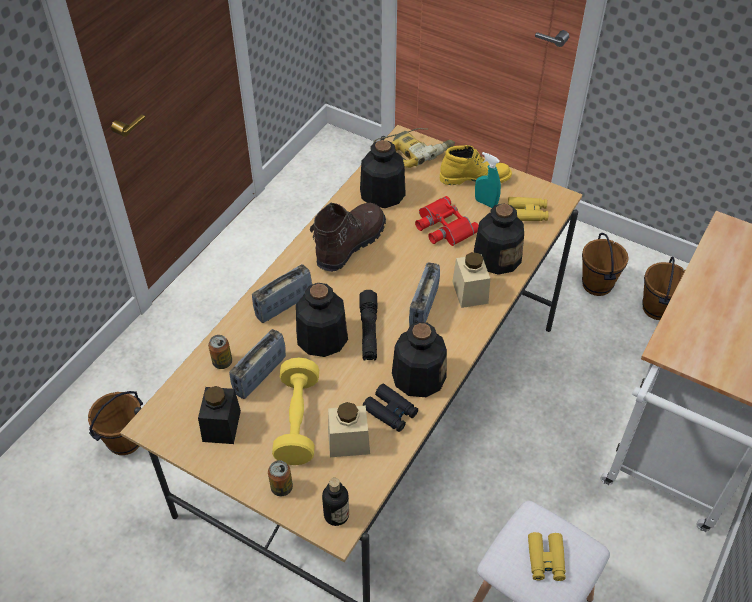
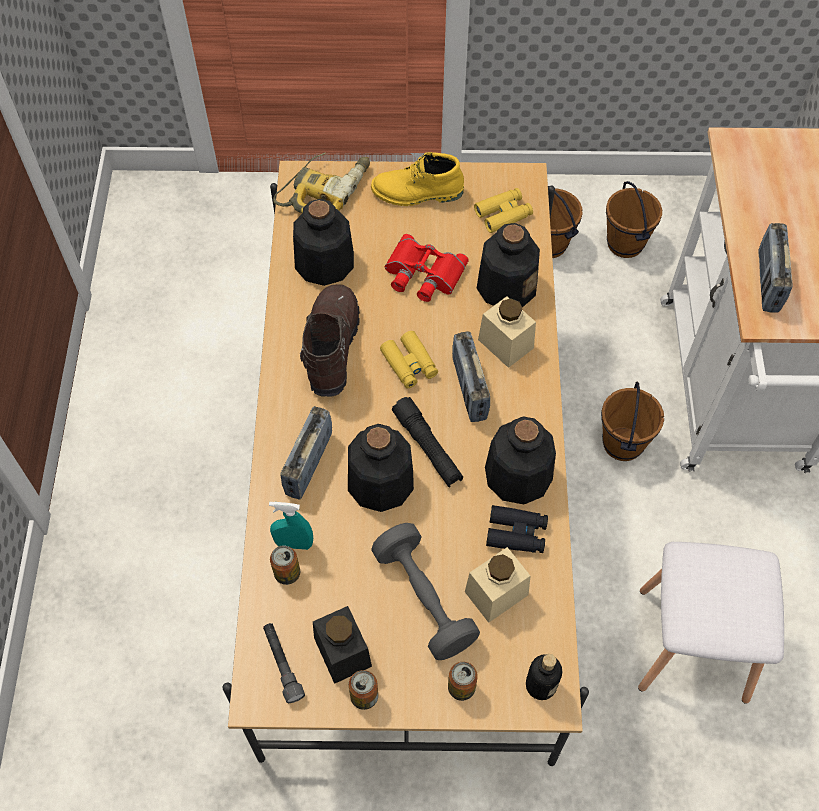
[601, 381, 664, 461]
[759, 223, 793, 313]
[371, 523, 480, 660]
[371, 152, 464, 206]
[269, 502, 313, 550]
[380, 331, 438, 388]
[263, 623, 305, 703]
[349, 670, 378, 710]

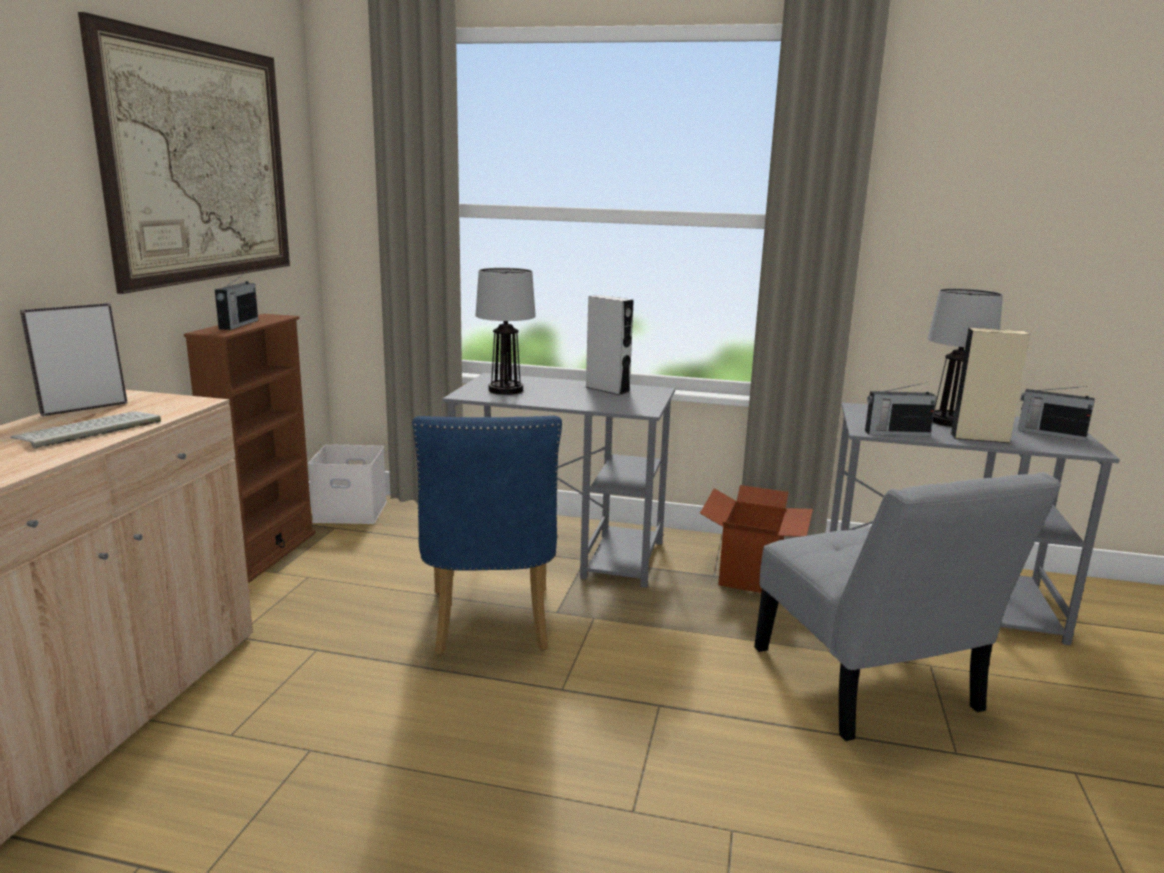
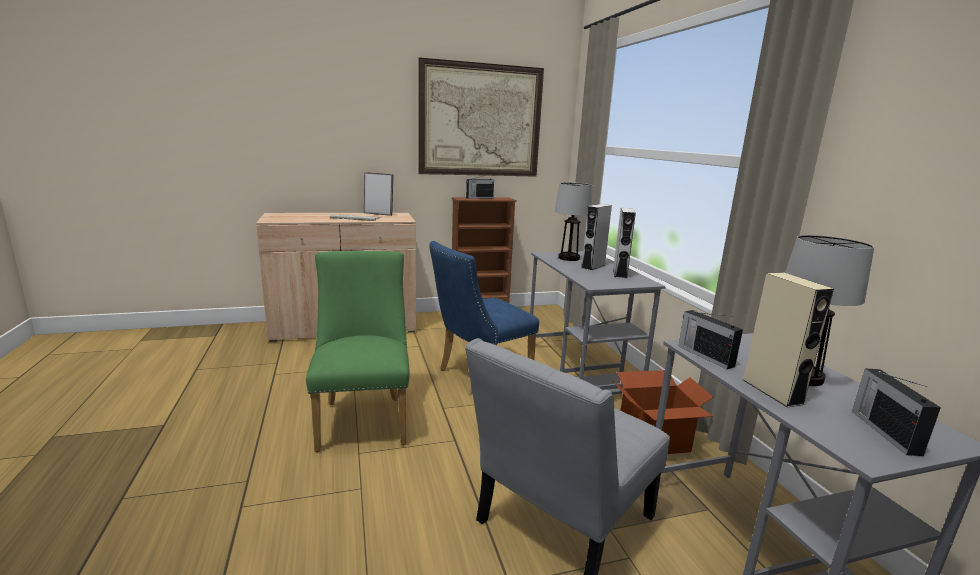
[308, 444, 387, 524] (first image)
[306, 251, 410, 452]
[581, 204, 612, 270]

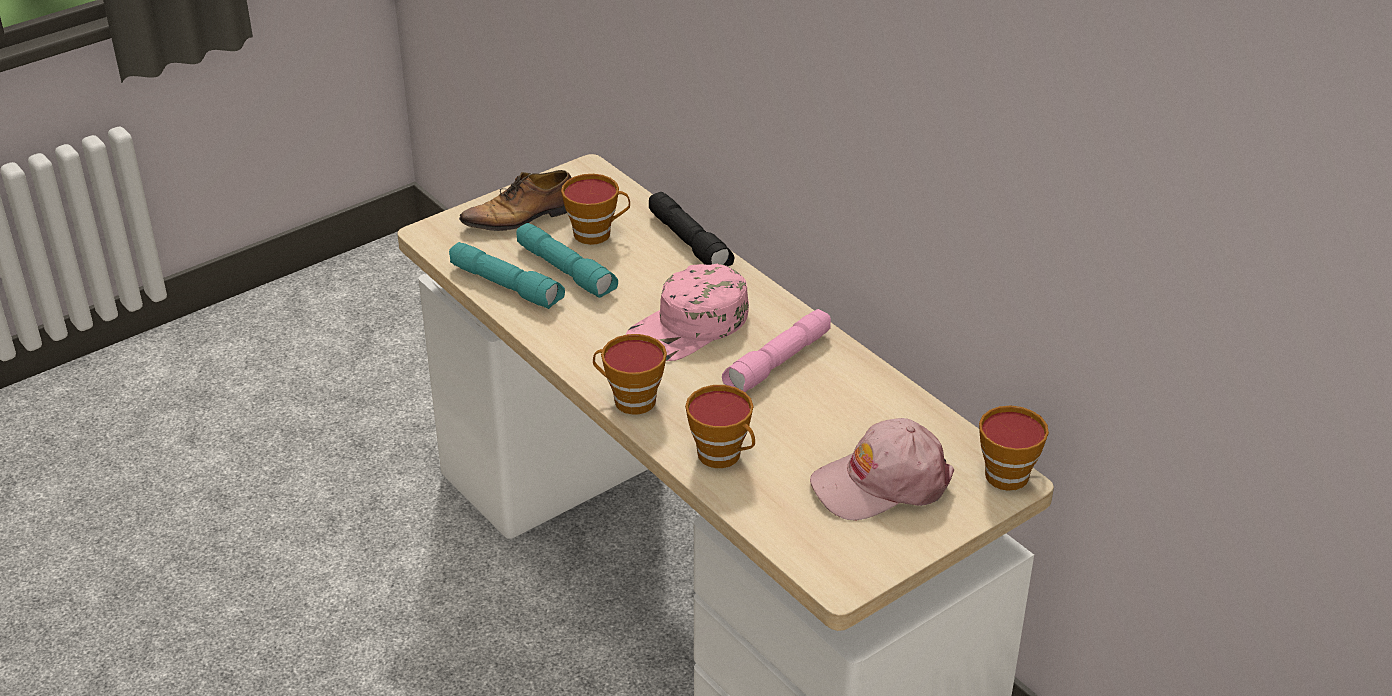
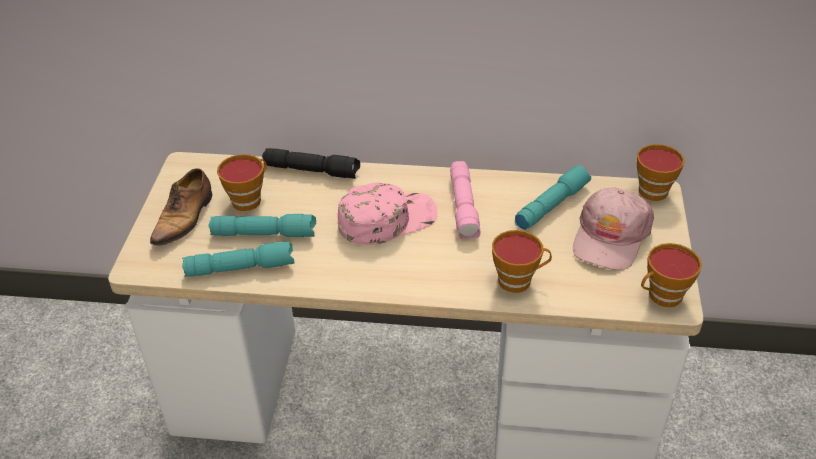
[641, 243, 702, 307]
[338, 183, 437, 245]
[515, 165, 591, 230]

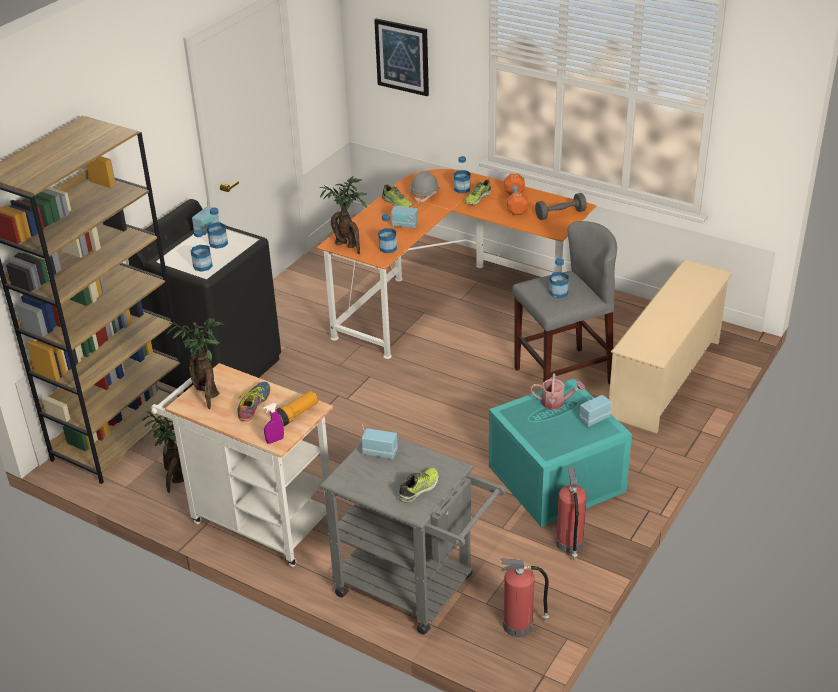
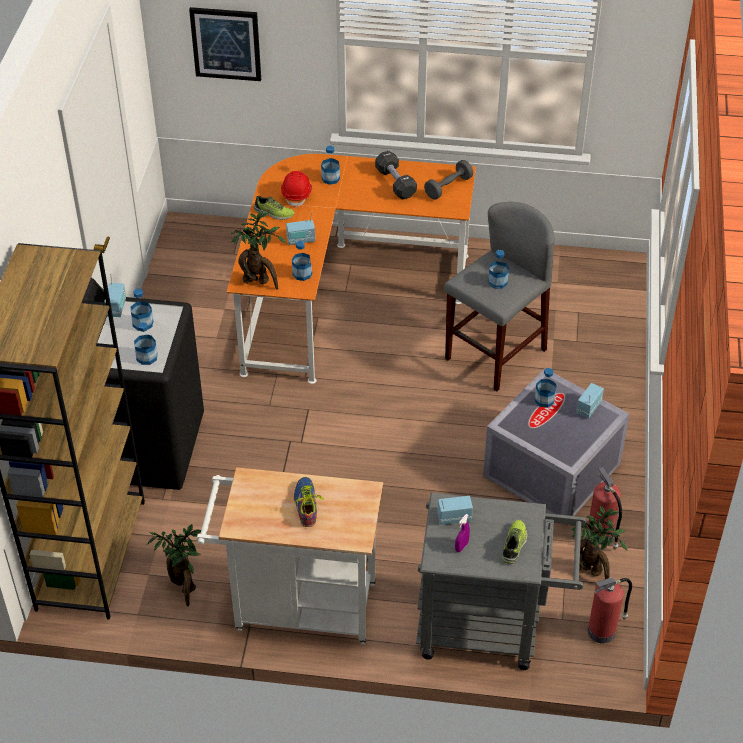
[572, 506, 627, 579]
[455, 514, 470, 552]
[276, 391, 318, 427] (first image)
[281, 171, 312, 208]
[465, 180, 491, 205] (first image)
[483, 368, 630, 525]
[375, 151, 417, 200]
[535, 368, 557, 408]
[609, 260, 733, 433] (first image)

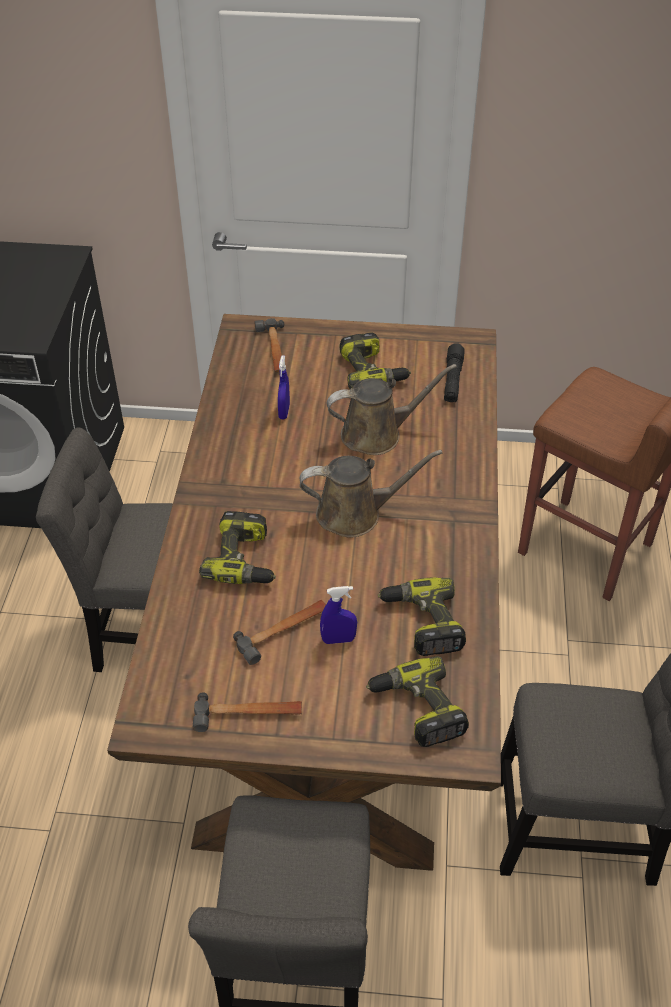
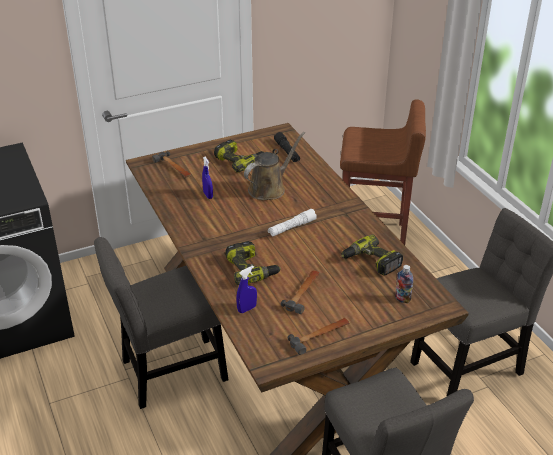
[268, 209, 317, 237]
[236, 266, 257, 313]
[395, 265, 413, 304]

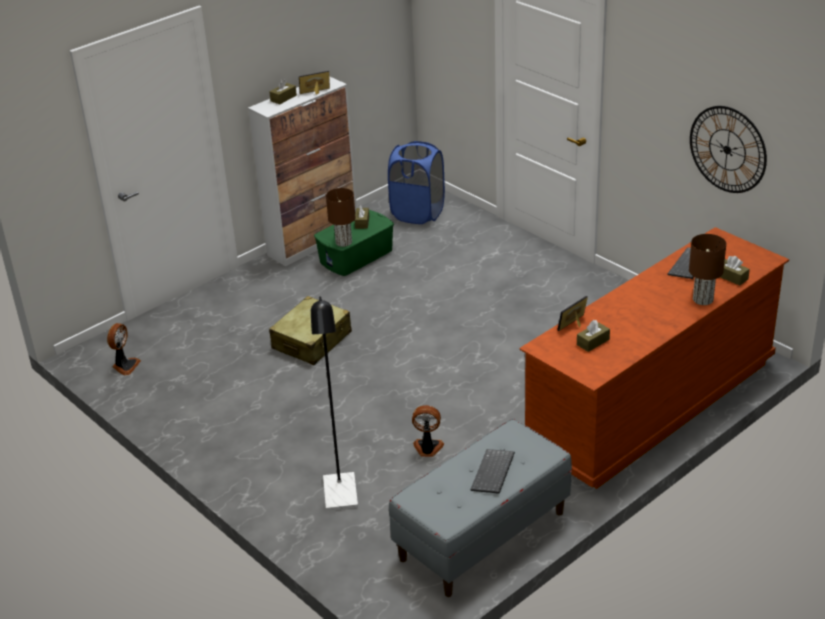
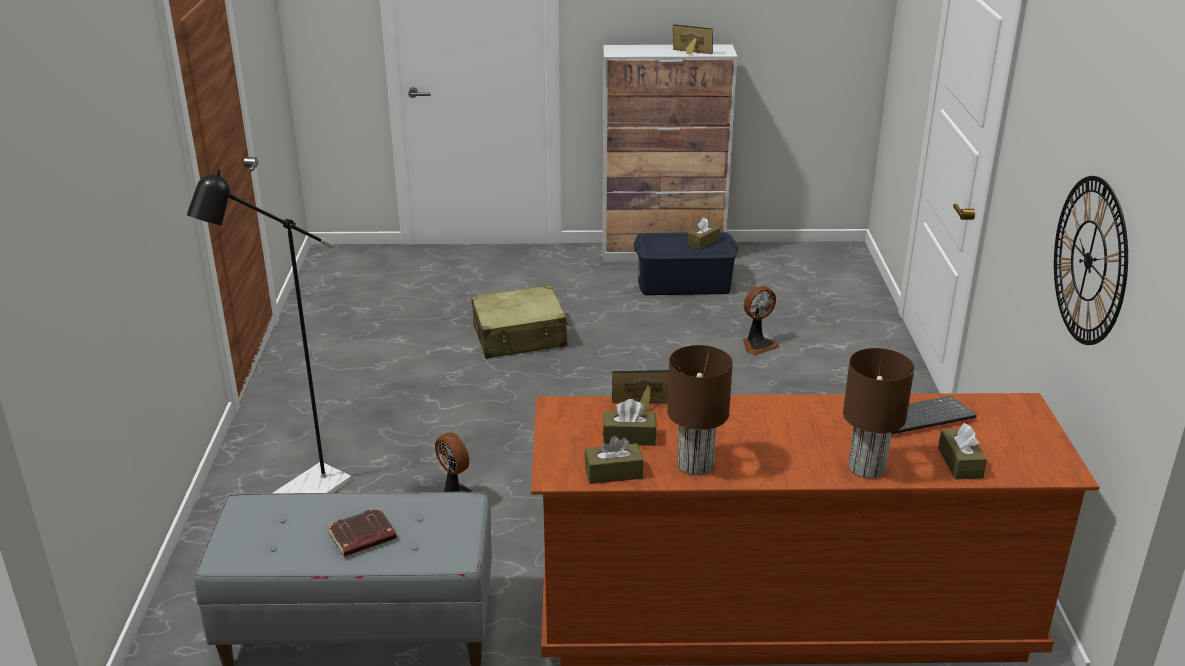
[743, 286, 779, 355]
[585, 436, 643, 484]
[634, 232, 738, 295]
[667, 345, 733, 475]
[388, 141, 445, 224] (first image)
[327, 508, 397, 557]

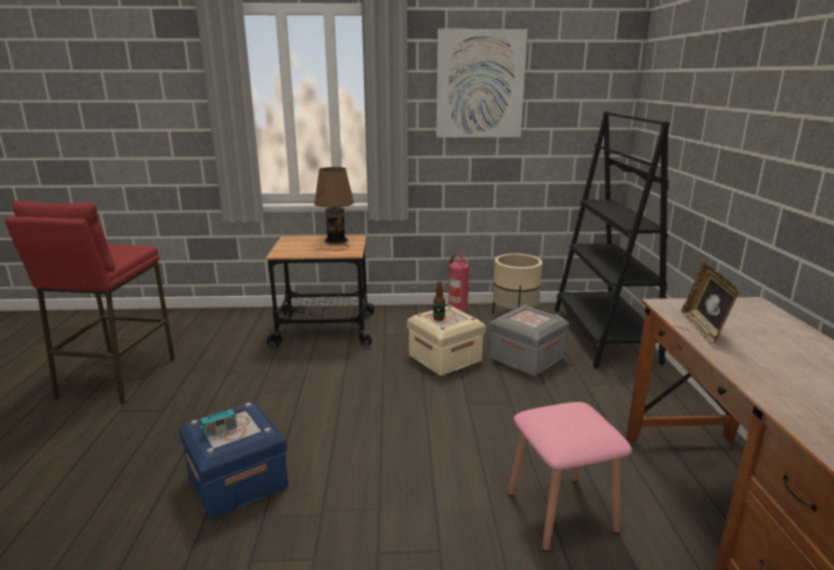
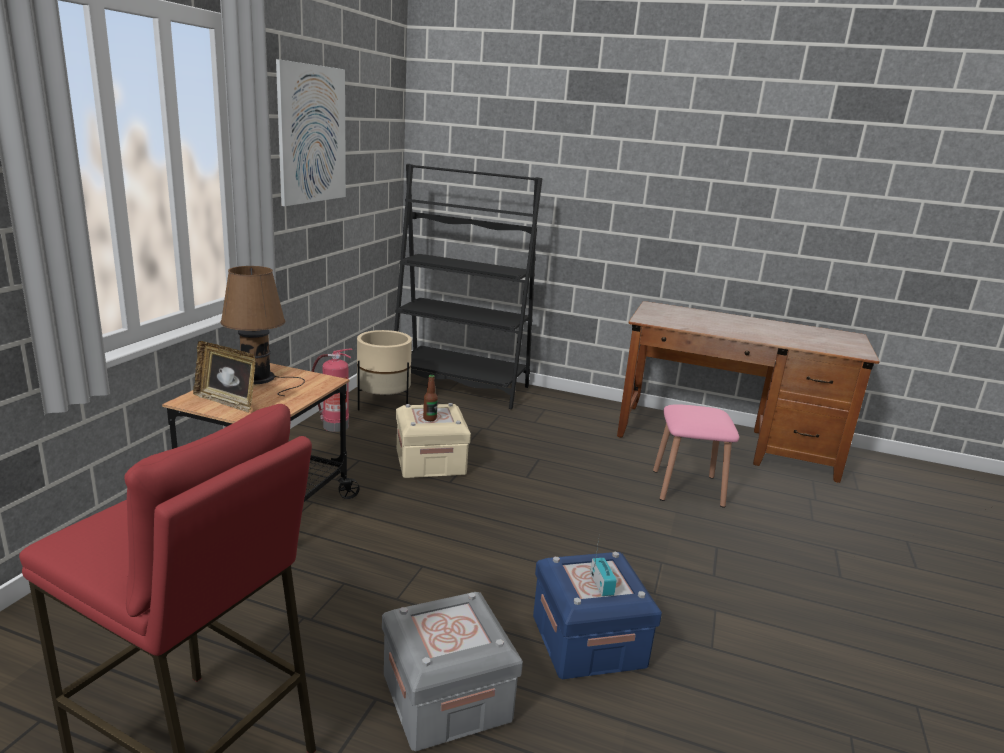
[382, 592, 523, 751]
[193, 341, 256, 413]

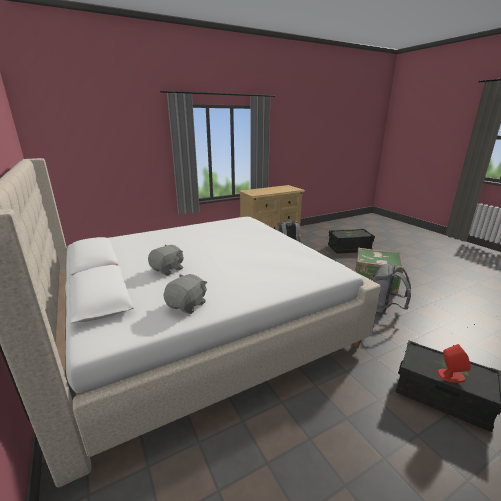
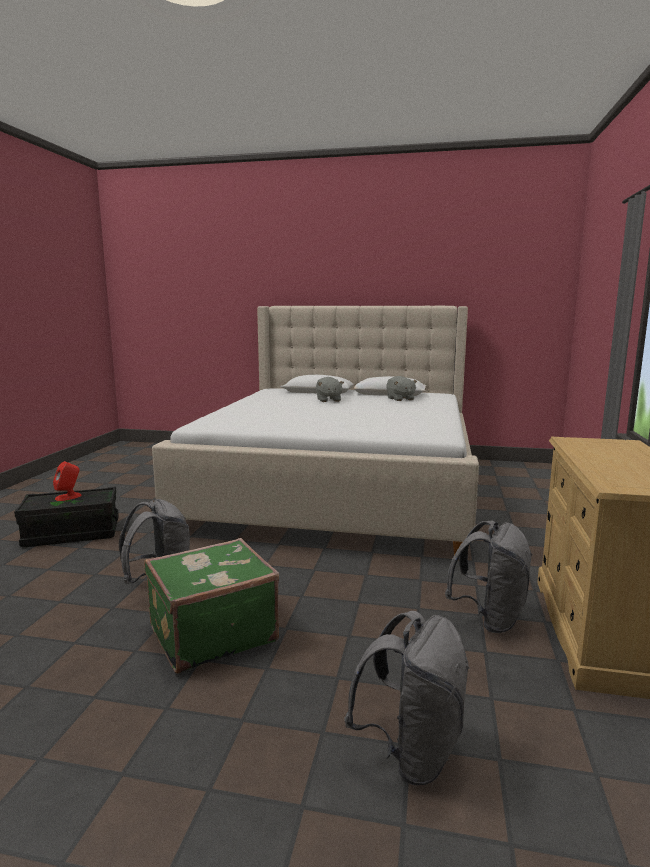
[386, 376, 417, 401]
[345, 611, 470, 786]

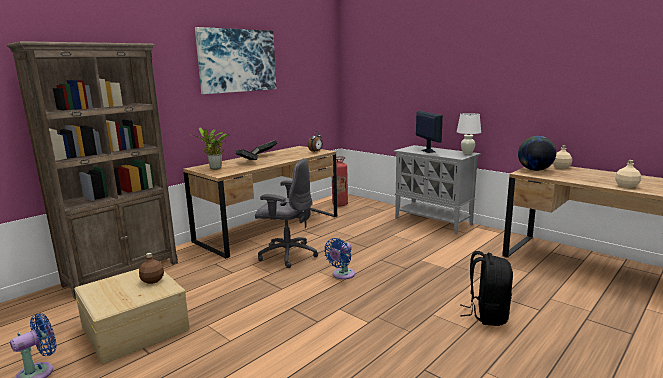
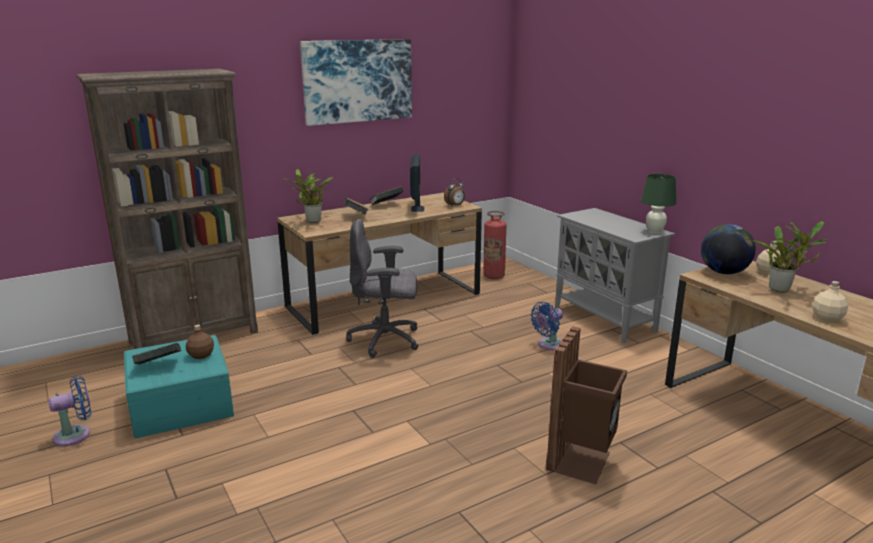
[124, 335, 234, 438]
[346, 219, 419, 358]
[531, 302, 563, 350]
[410, 154, 424, 212]
[641, 174, 676, 234]
[546, 326, 627, 484]
[132, 343, 182, 365]
[747, 221, 828, 293]

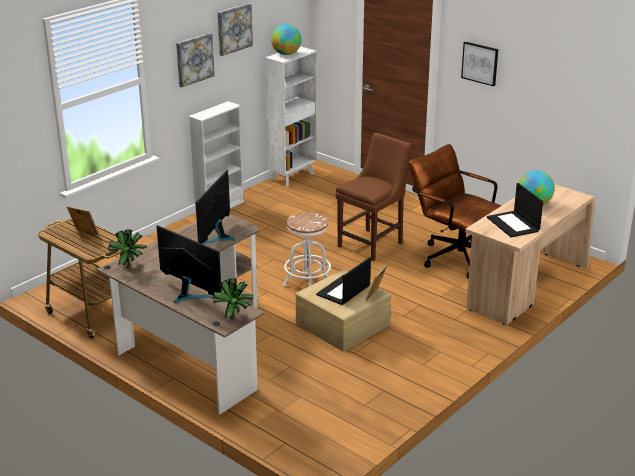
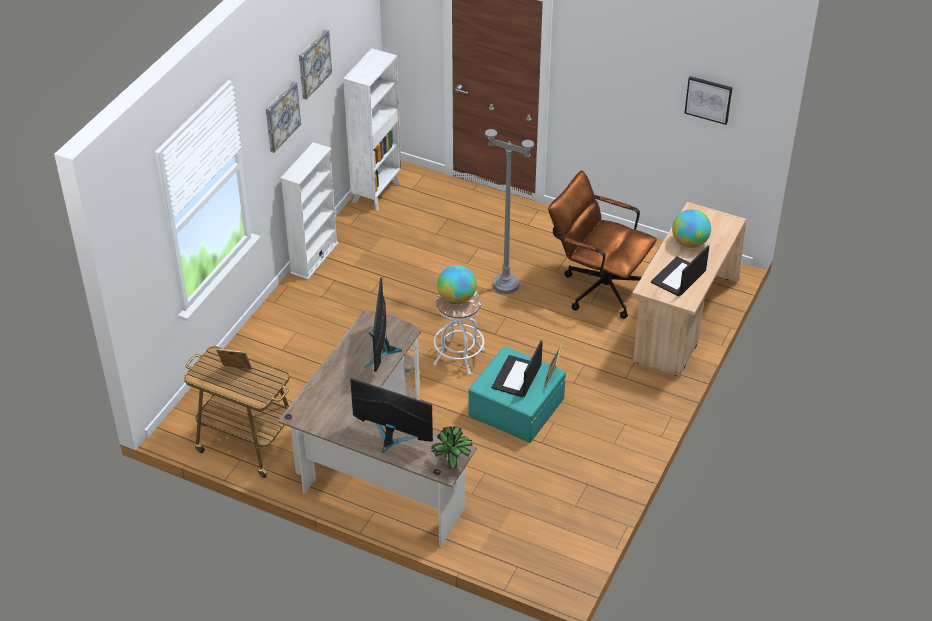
[108, 230, 147, 268] (first image)
[437, 265, 477, 304]
[468, 346, 566, 443]
[485, 104, 534, 294]
[684, 76, 733, 125]
[651, 245, 709, 296]

